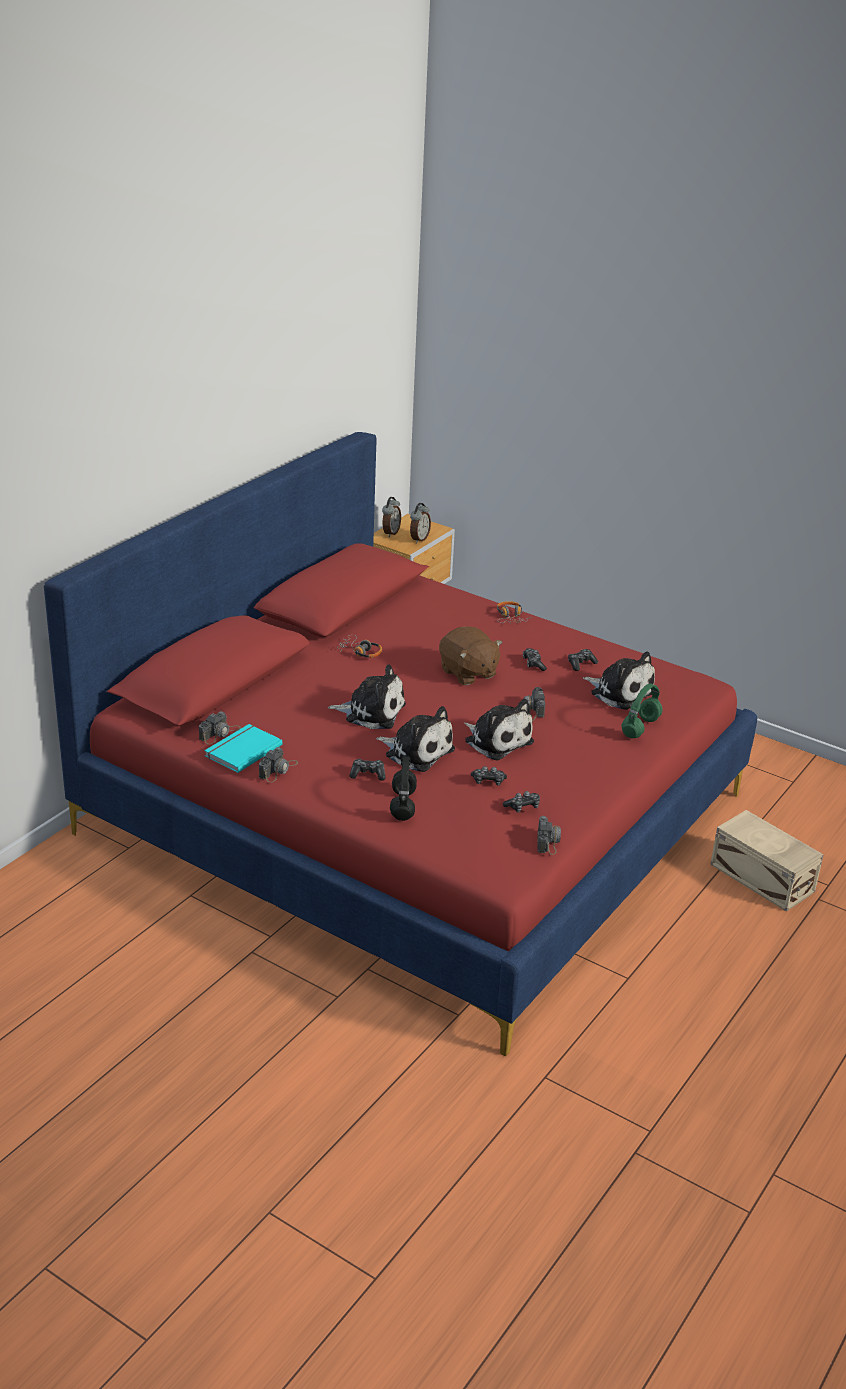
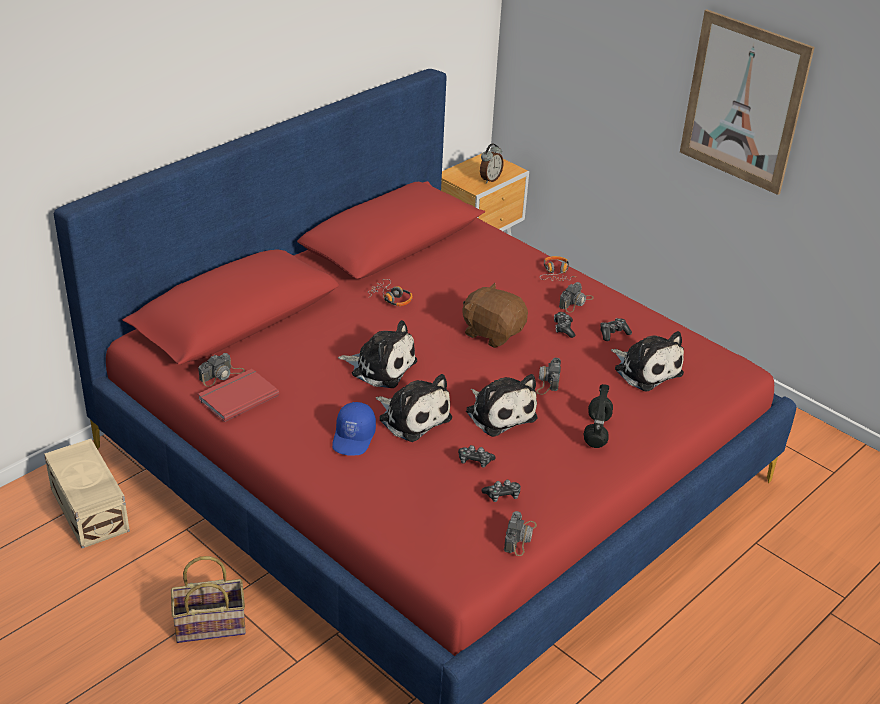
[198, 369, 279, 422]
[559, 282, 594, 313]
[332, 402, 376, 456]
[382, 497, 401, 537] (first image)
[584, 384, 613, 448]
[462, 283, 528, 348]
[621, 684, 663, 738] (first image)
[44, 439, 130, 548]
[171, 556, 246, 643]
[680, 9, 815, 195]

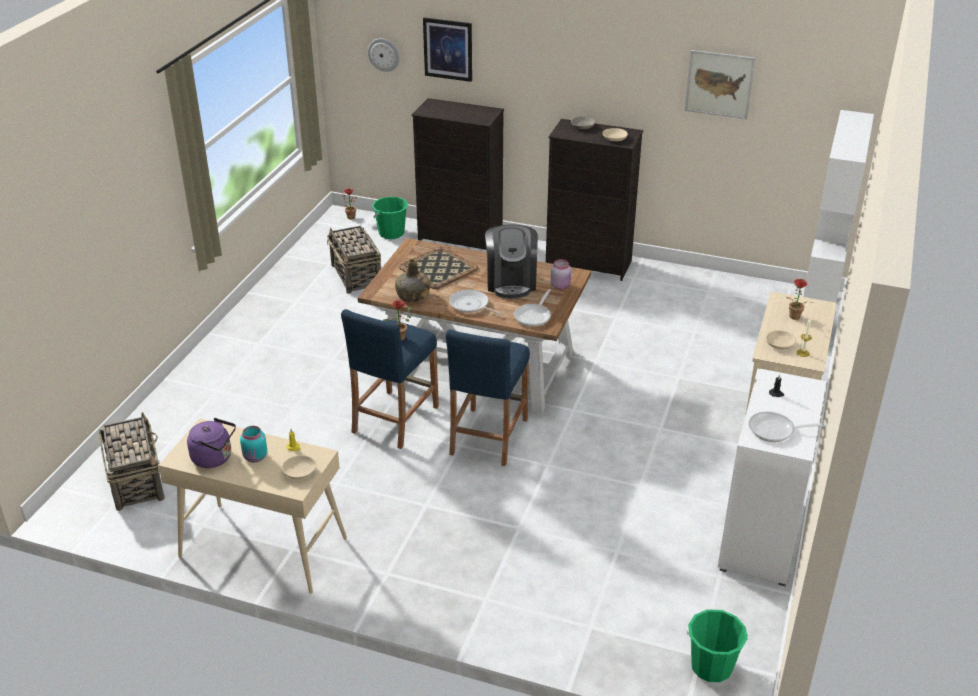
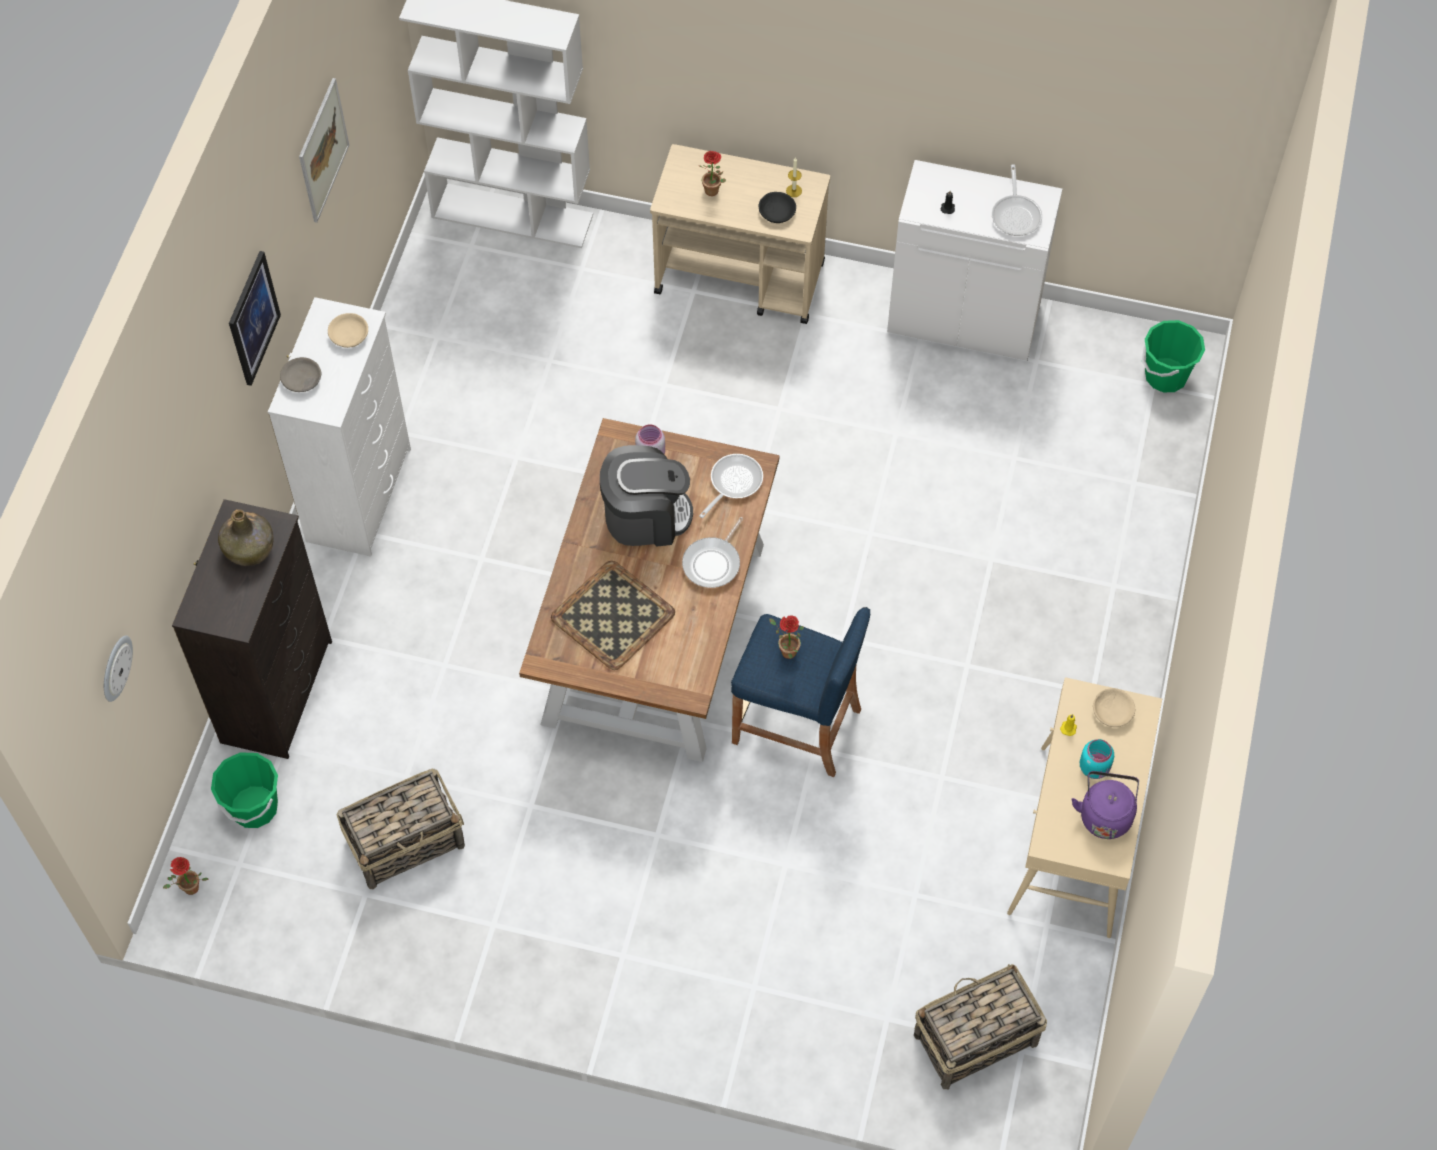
[218, 509, 274, 566]
[229, 251, 281, 386]
[446, 329, 530, 466] (first image)
[699, 454, 763, 518]
[268, 297, 411, 556]
[759, 192, 796, 223]

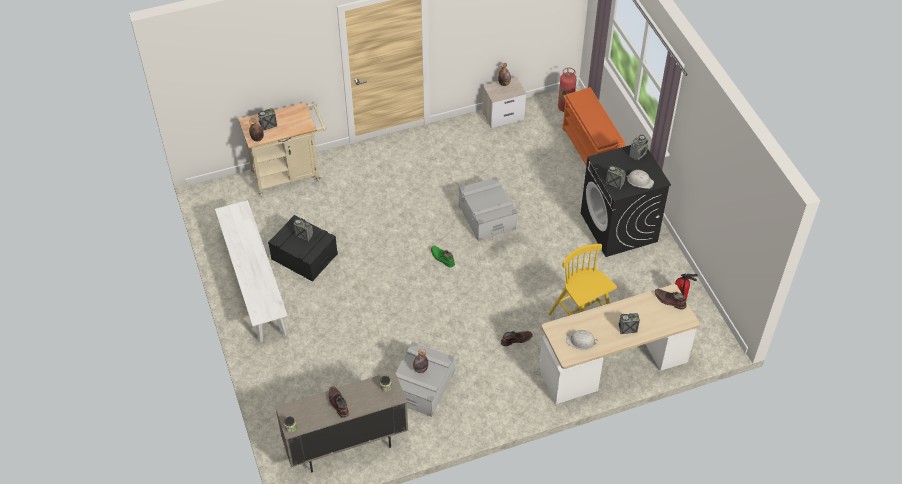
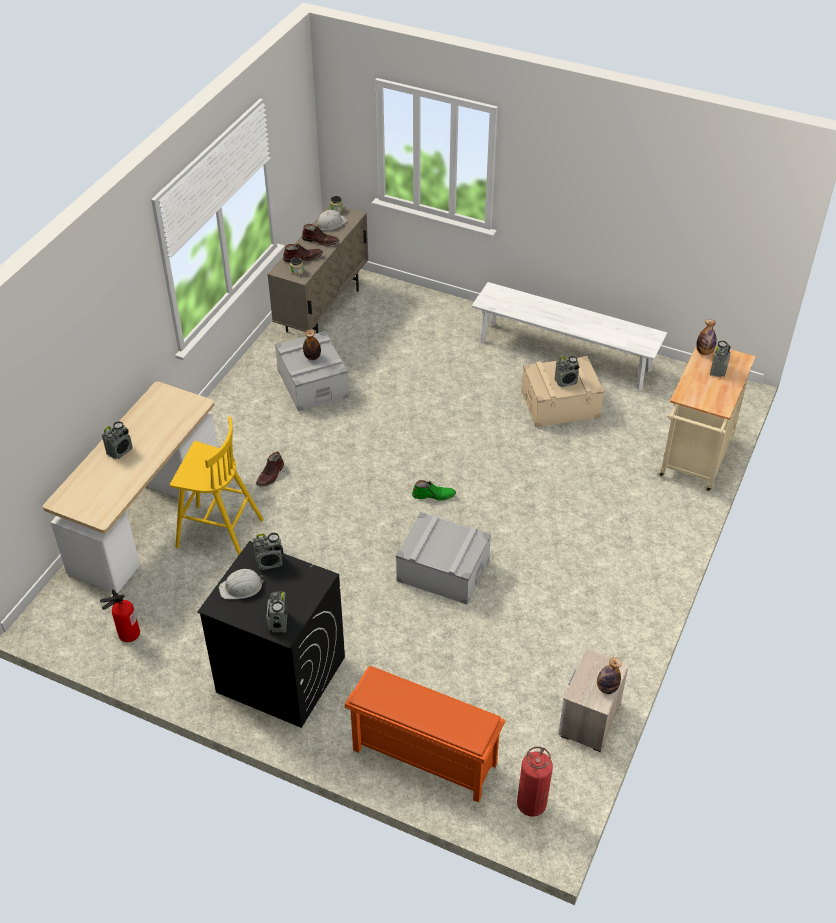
[521, 356, 604, 428]
[317, 210, 347, 231]
[283, 243, 323, 262]

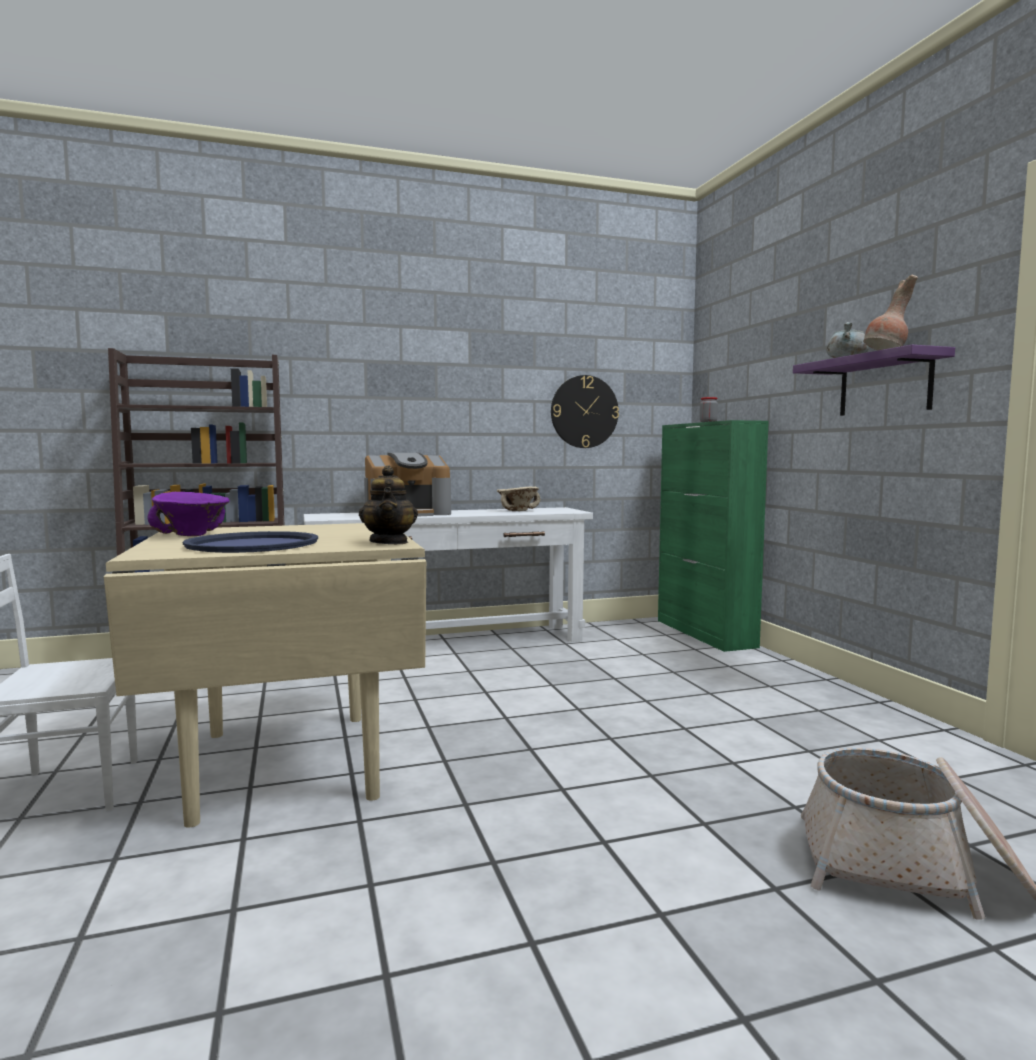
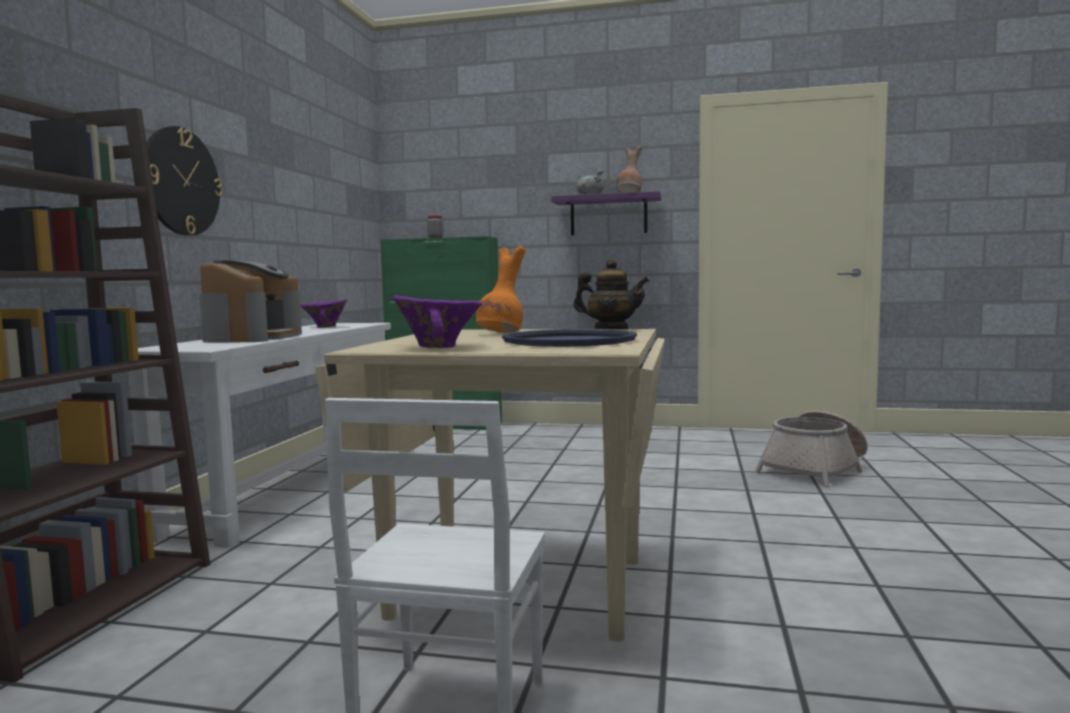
[300, 299, 347, 328]
[147, 126, 223, 236]
[476, 245, 526, 333]

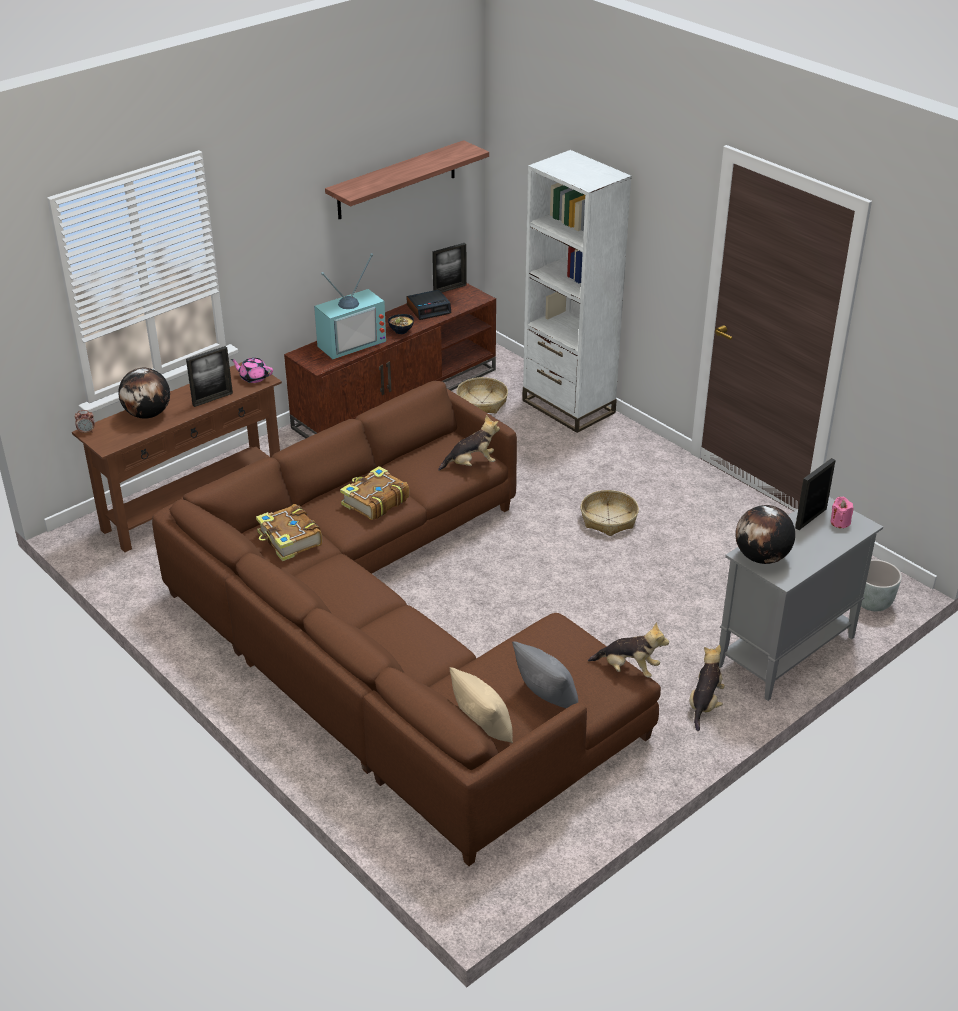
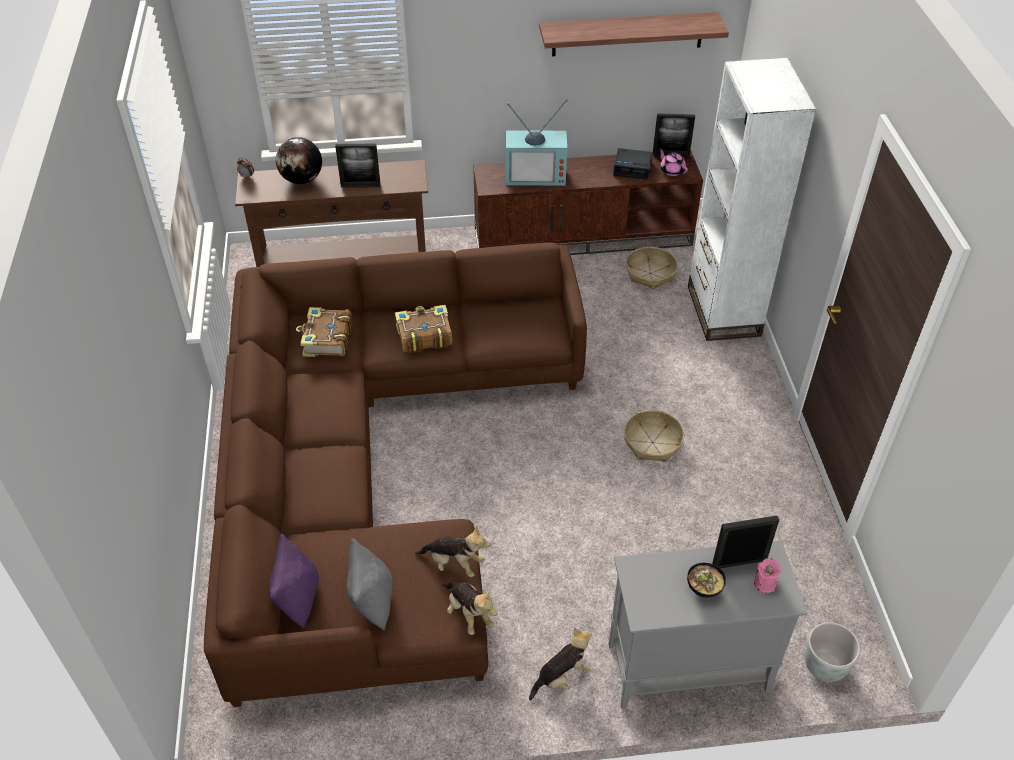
[659, 148, 688, 176]
[687, 563, 726, 598]
[415, 527, 491, 577]
[269, 534, 319, 629]
[735, 505, 795, 564] (first image)

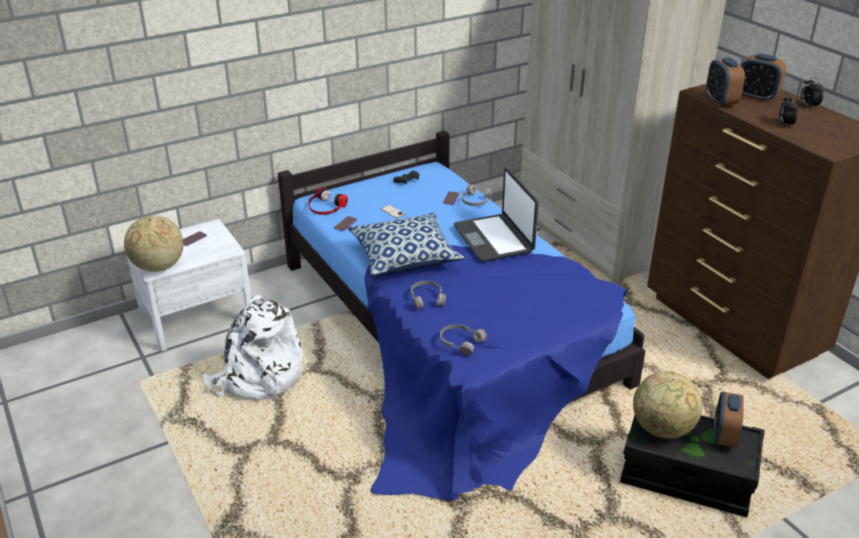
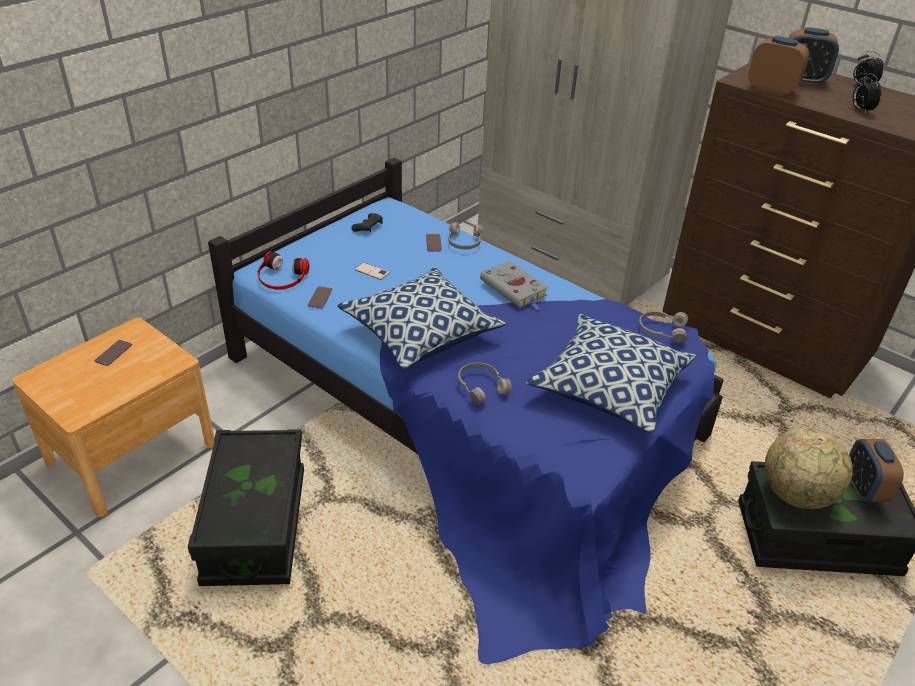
[124, 215, 183, 272] (first image)
[12, 317, 215, 517]
[188, 429, 304, 586]
[639, 311, 688, 343]
[480, 261, 548, 310]
[748, 36, 809, 96]
[526, 314, 696, 433]

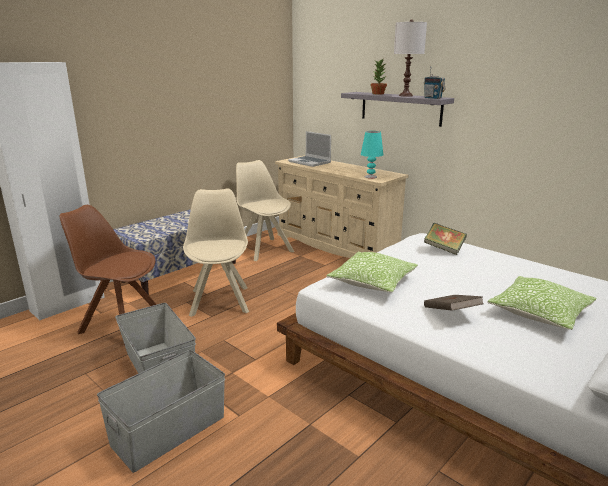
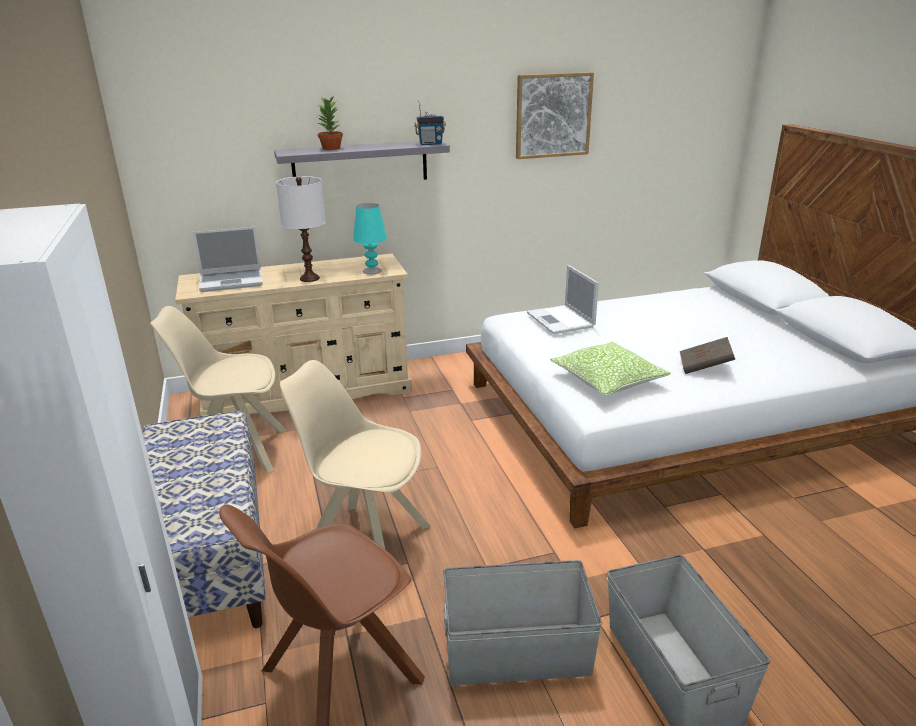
[276, 176, 326, 282]
[527, 265, 599, 334]
[487, 276, 597, 330] (first image)
[516, 72, 594, 159]

